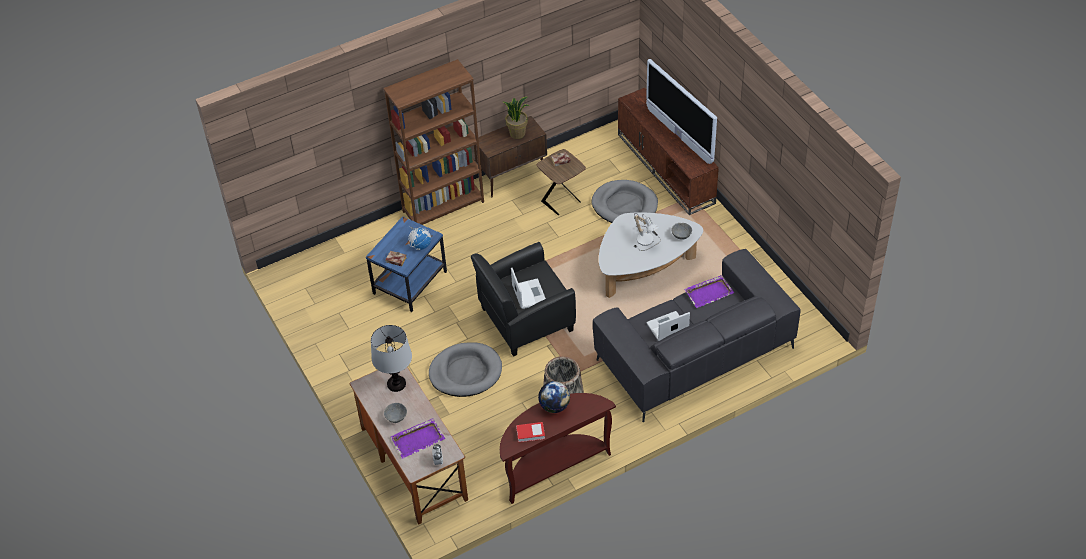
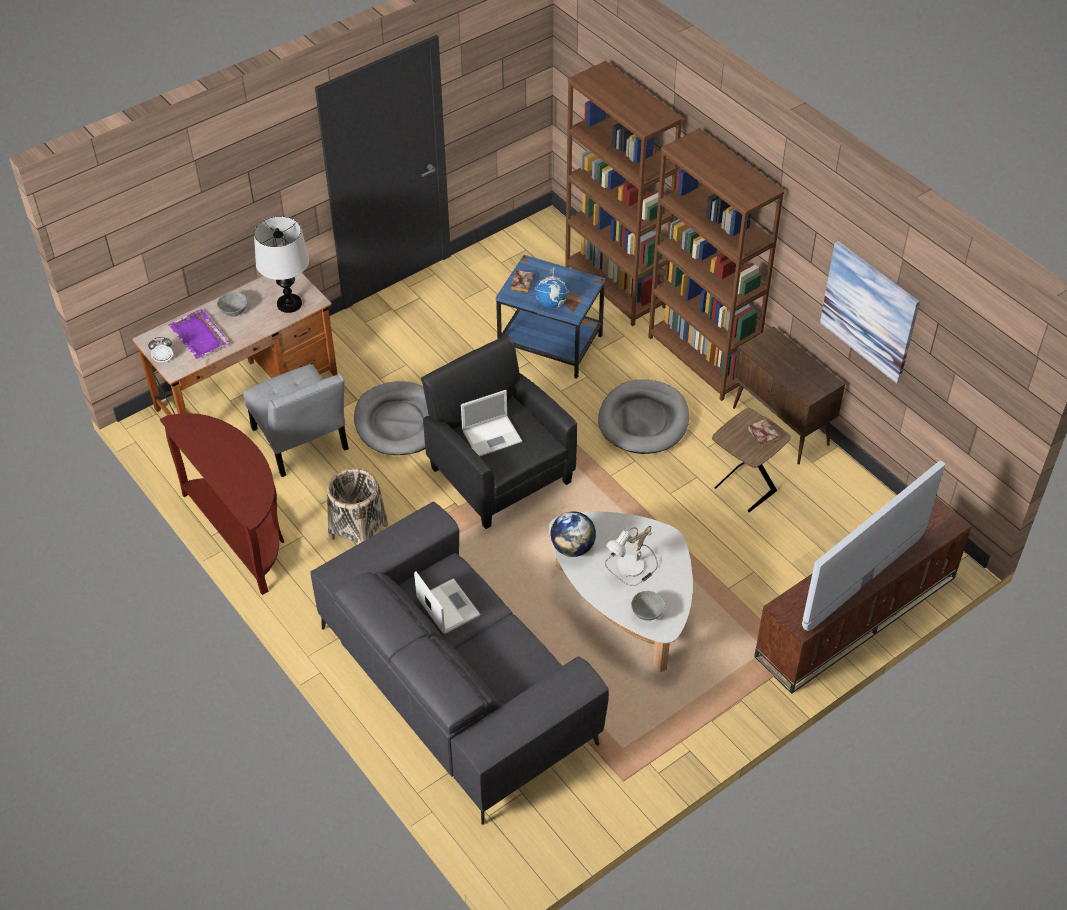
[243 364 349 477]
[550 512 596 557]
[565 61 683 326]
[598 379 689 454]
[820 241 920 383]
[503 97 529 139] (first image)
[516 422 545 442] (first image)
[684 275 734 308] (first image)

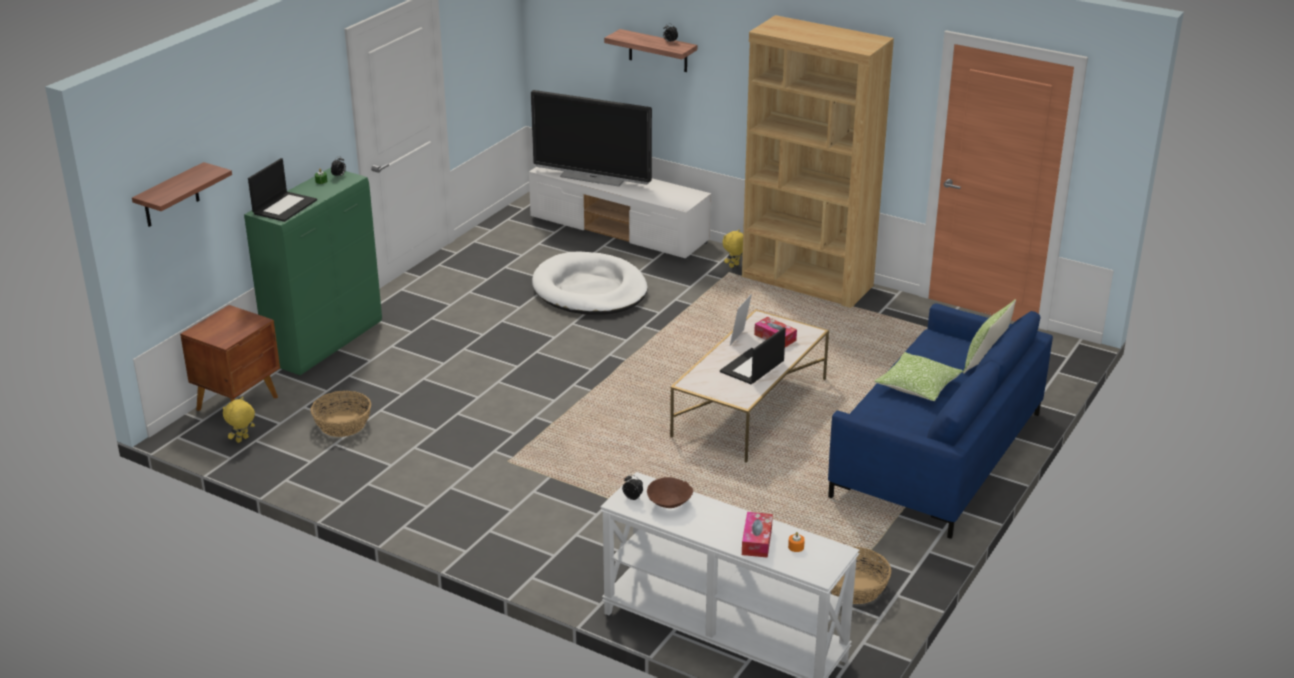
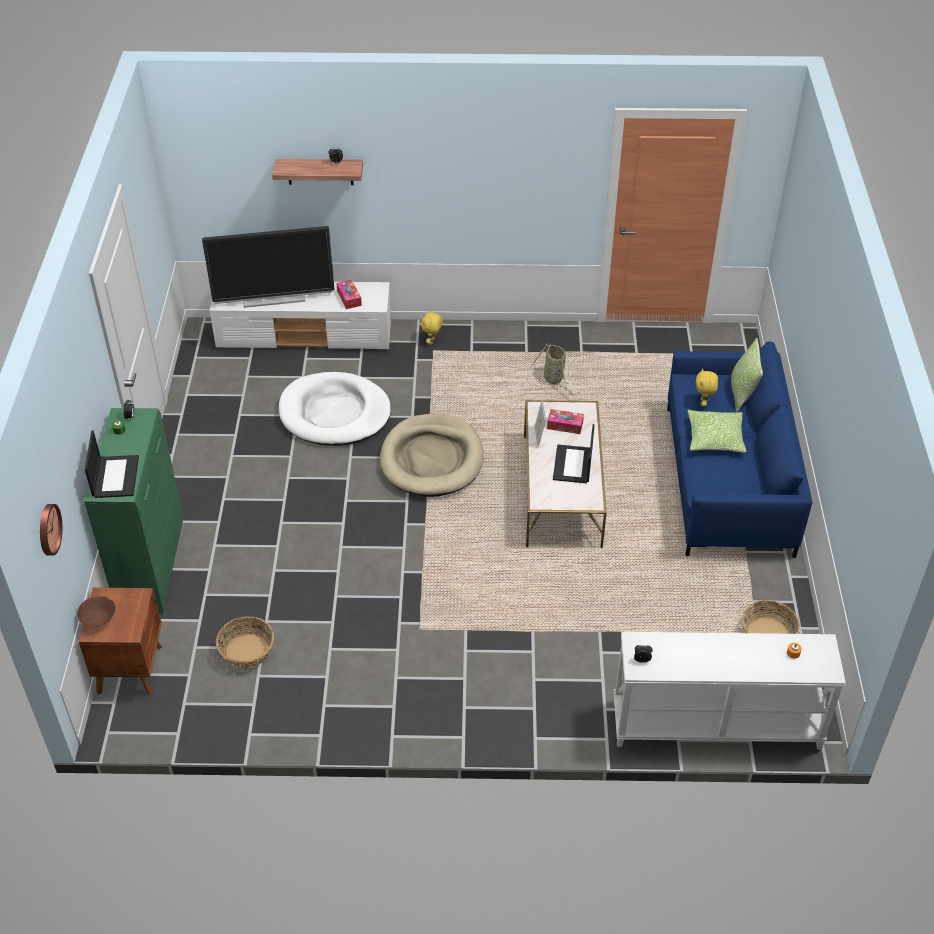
[40 504 62 556]
[77 596 116 627]
[336 280 362 309]
[380 414 484 497]
[531 344 574 395]
[696 368 718 406]
[742 15 894 308] (first image)

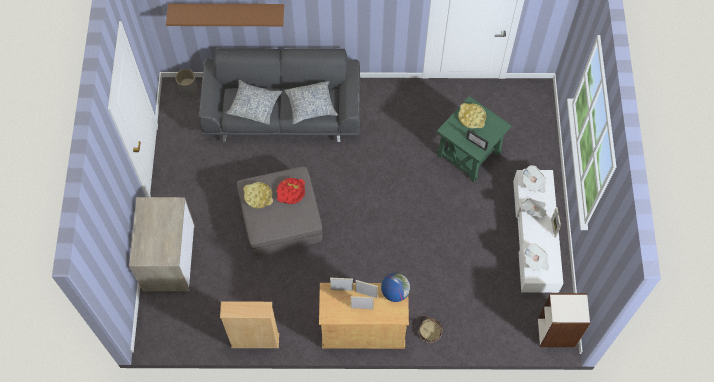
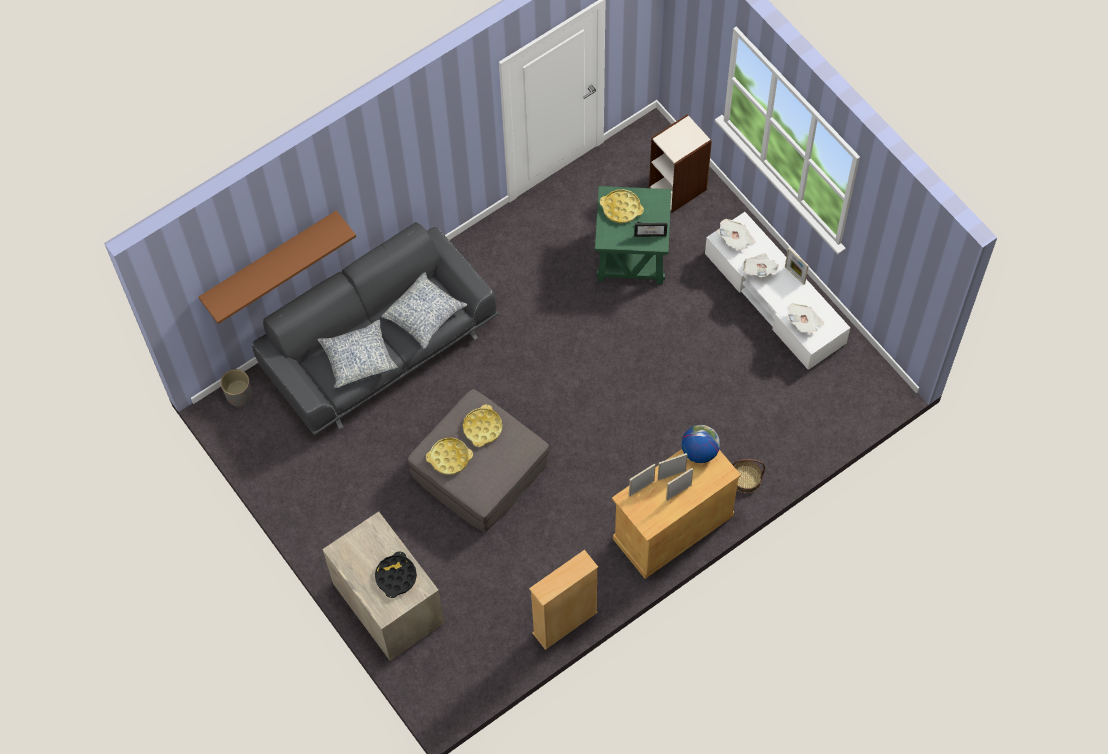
[375 551 417 598]
[463 405 502 447]
[649 114 712 213]

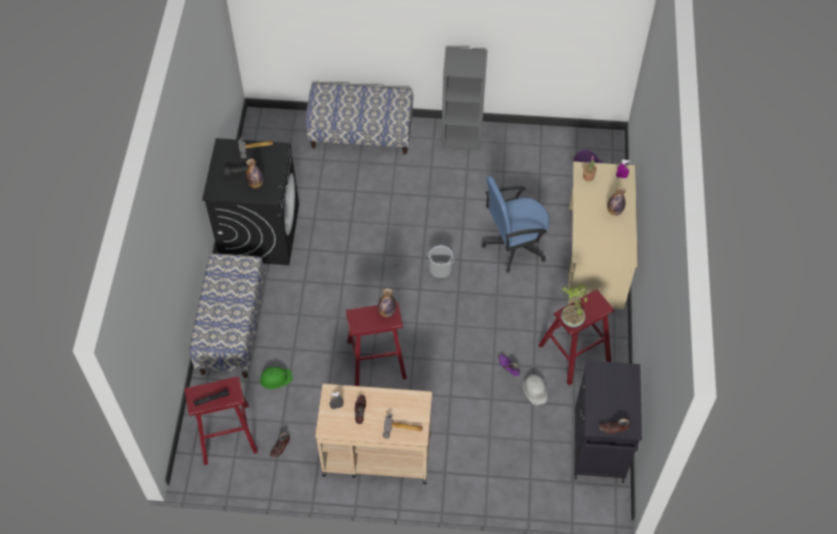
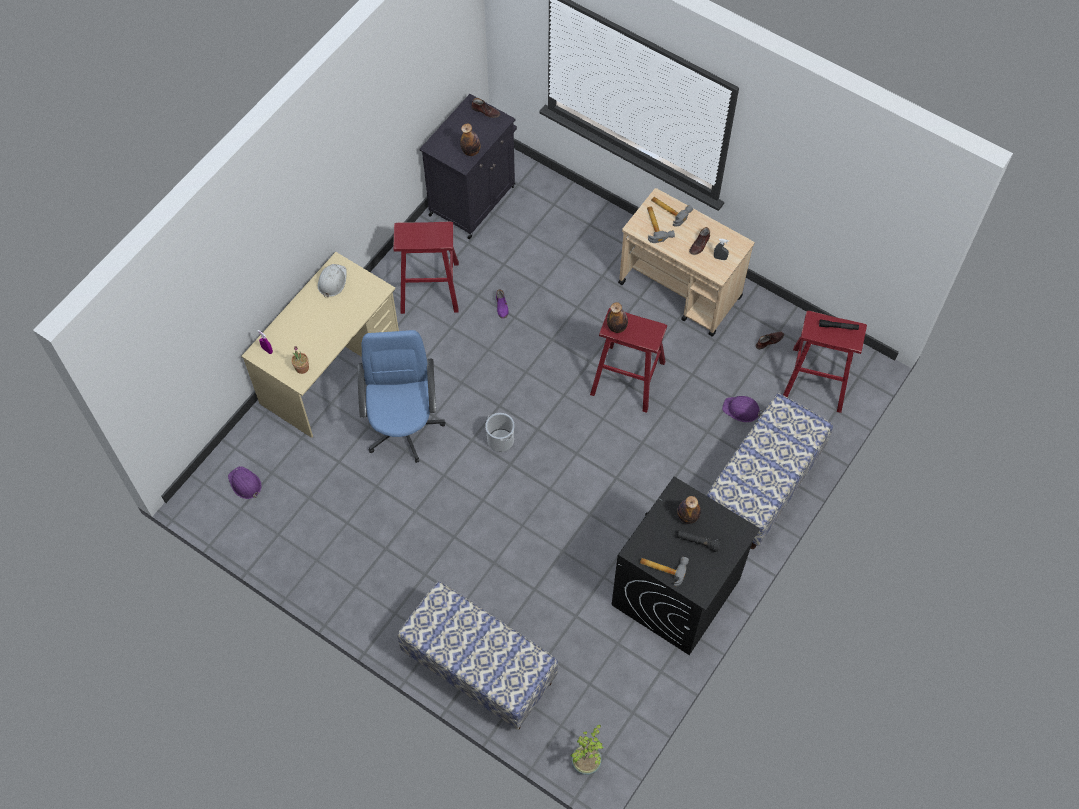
[318 264 347 298]
[357 330 446 463]
[460 124 481 156]
[570 725 604 775]
[647 207 675 243]
[722 396 763 423]
[441 47 487 150] (first image)

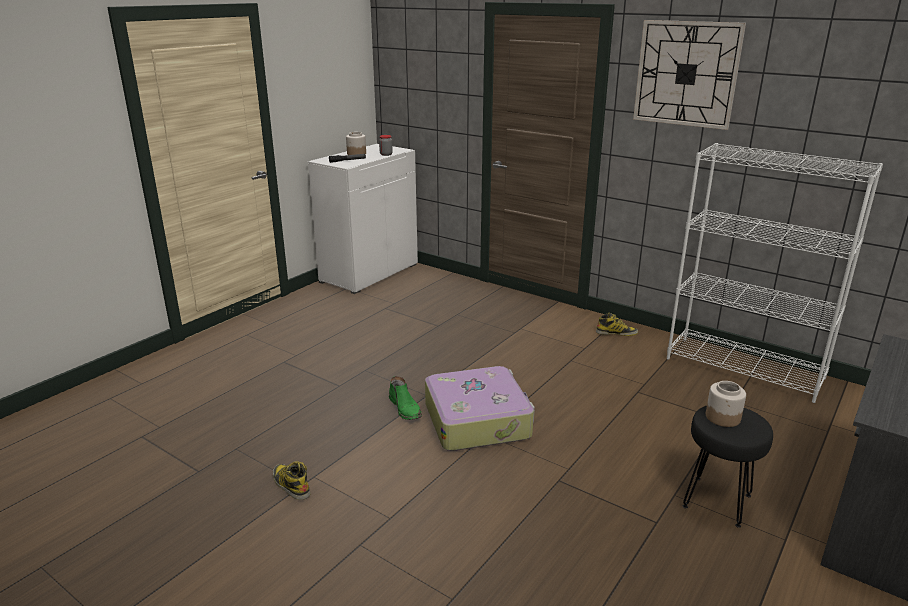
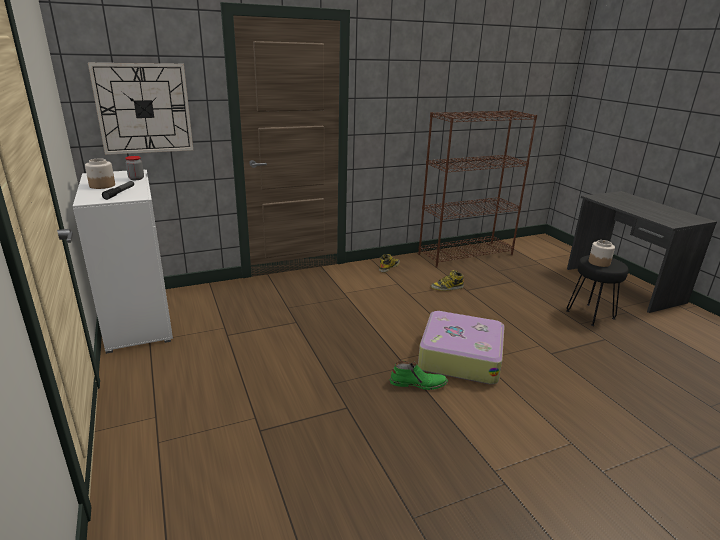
[88 63 193 155]
[418 110 537 268]
[431 270 464 291]

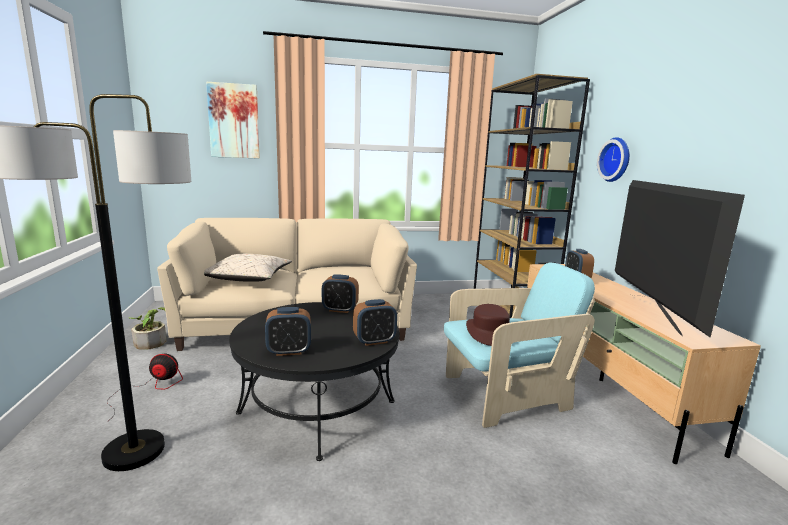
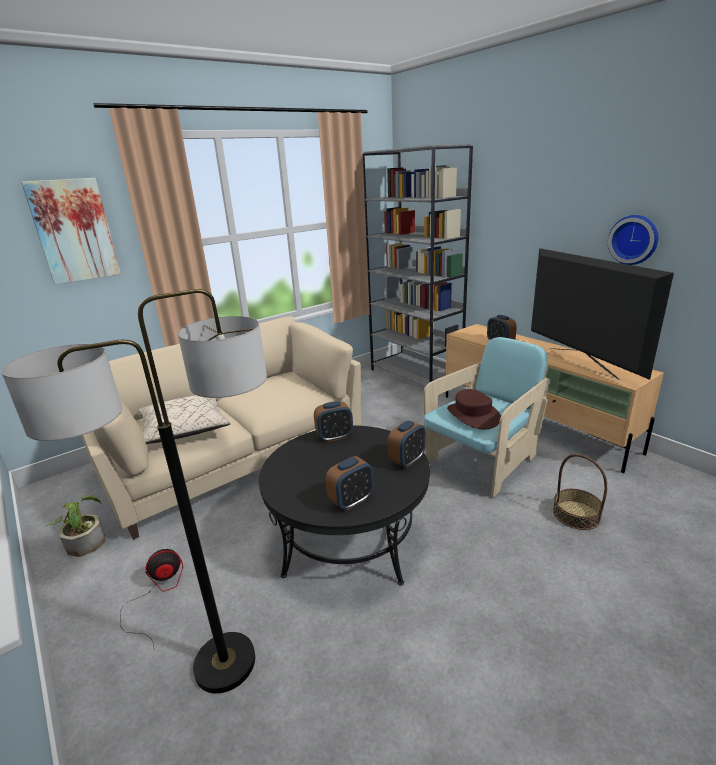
[362 144 473 386]
[553 454 607 530]
[608 215 659 265]

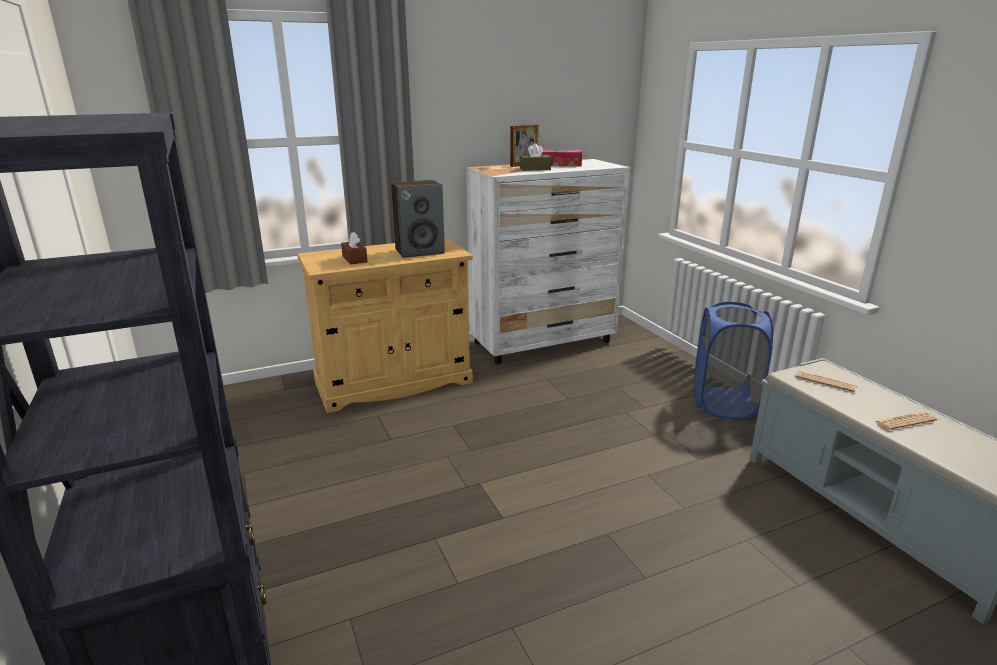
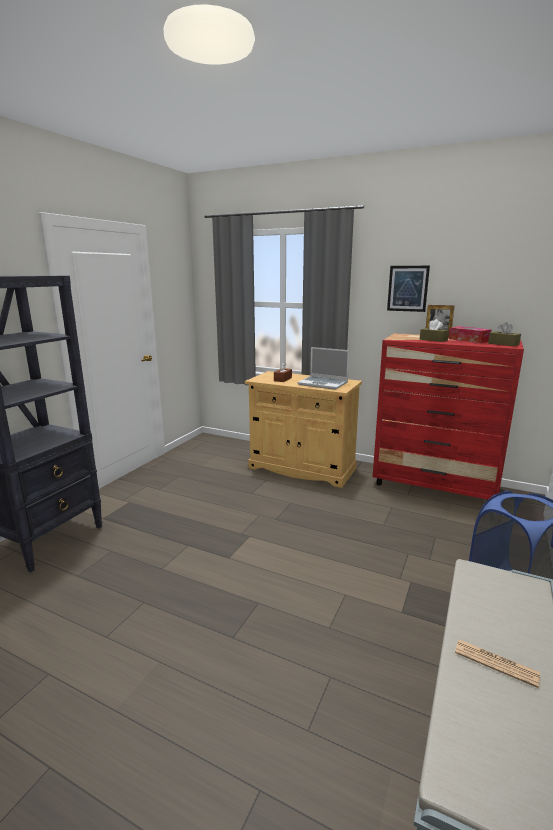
[298 347 349 390]
[373 333 524 500]
[387 266 430 312]
[488 322 521 347]
[795 371 857 392] (first image)

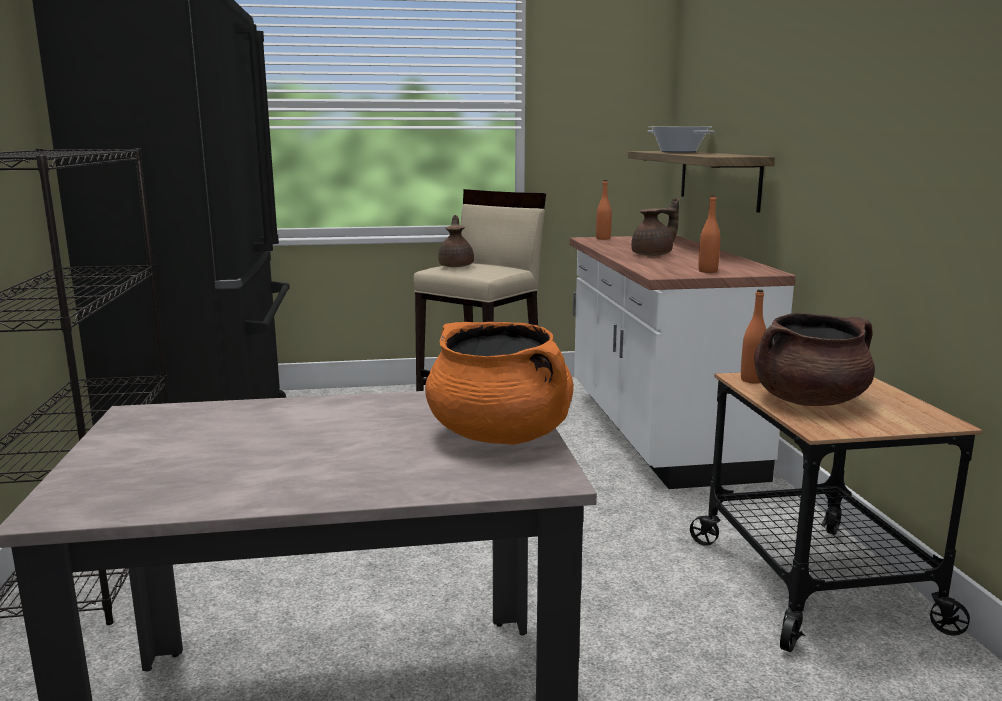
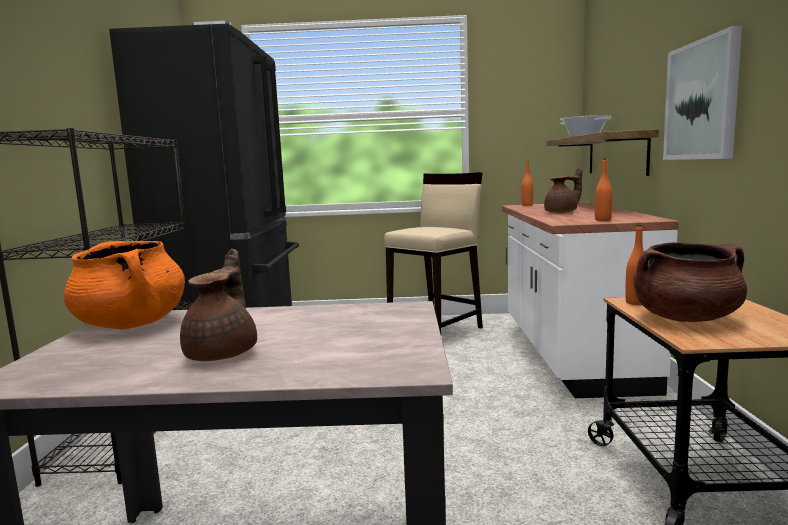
[64 241 185 330]
[180 249 257 361]
[663 26 742 160]

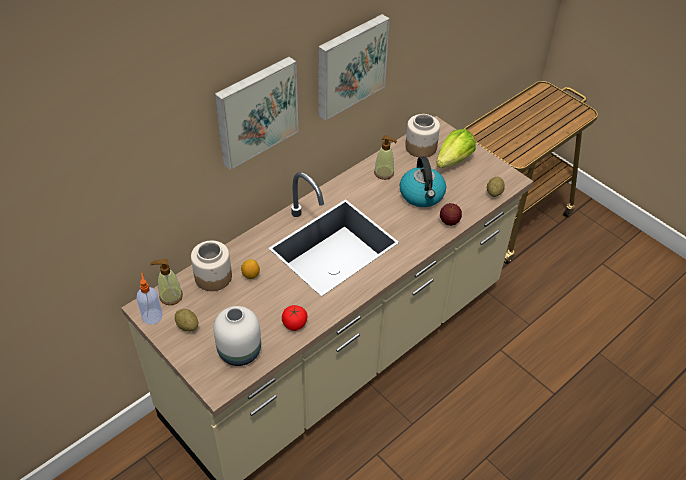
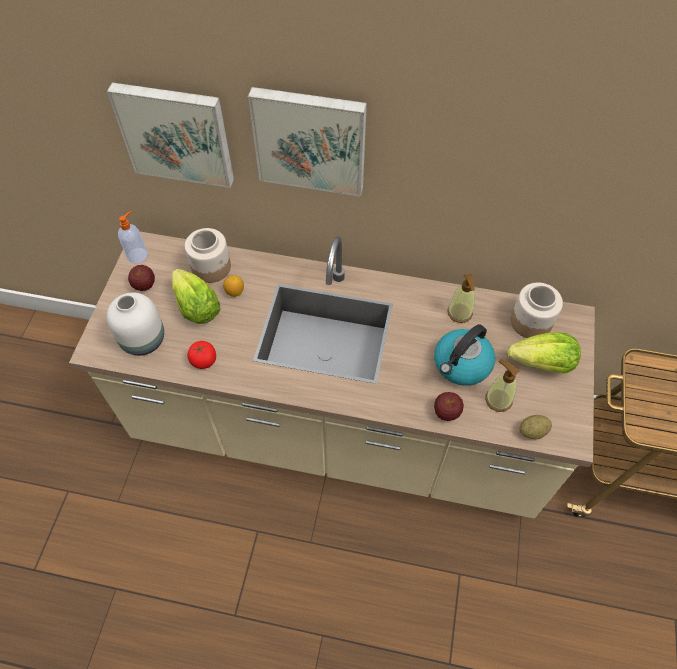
[107 82 234 188]
[128 265 155 291]
[171 269 221 324]
[485 360 519 412]

